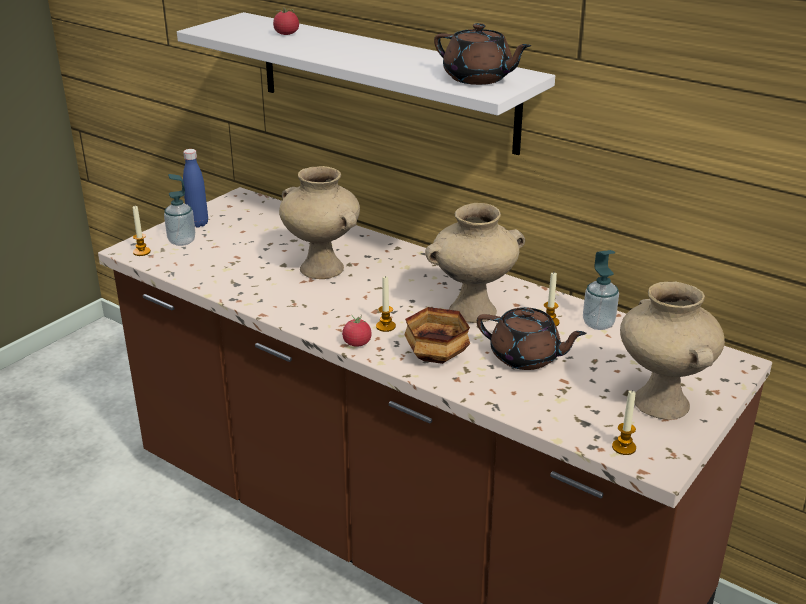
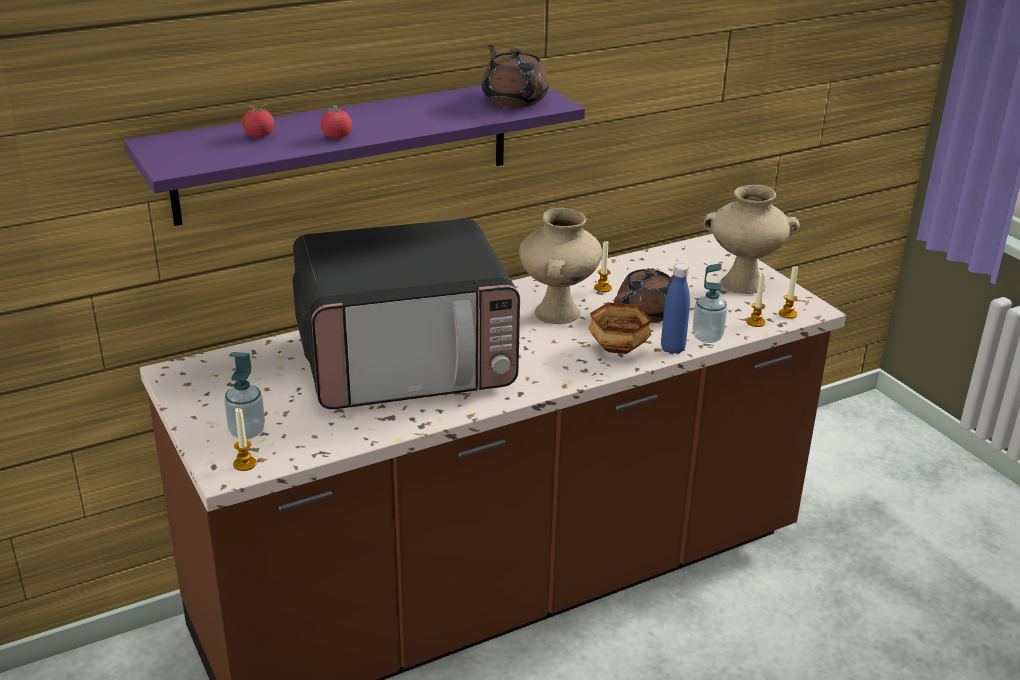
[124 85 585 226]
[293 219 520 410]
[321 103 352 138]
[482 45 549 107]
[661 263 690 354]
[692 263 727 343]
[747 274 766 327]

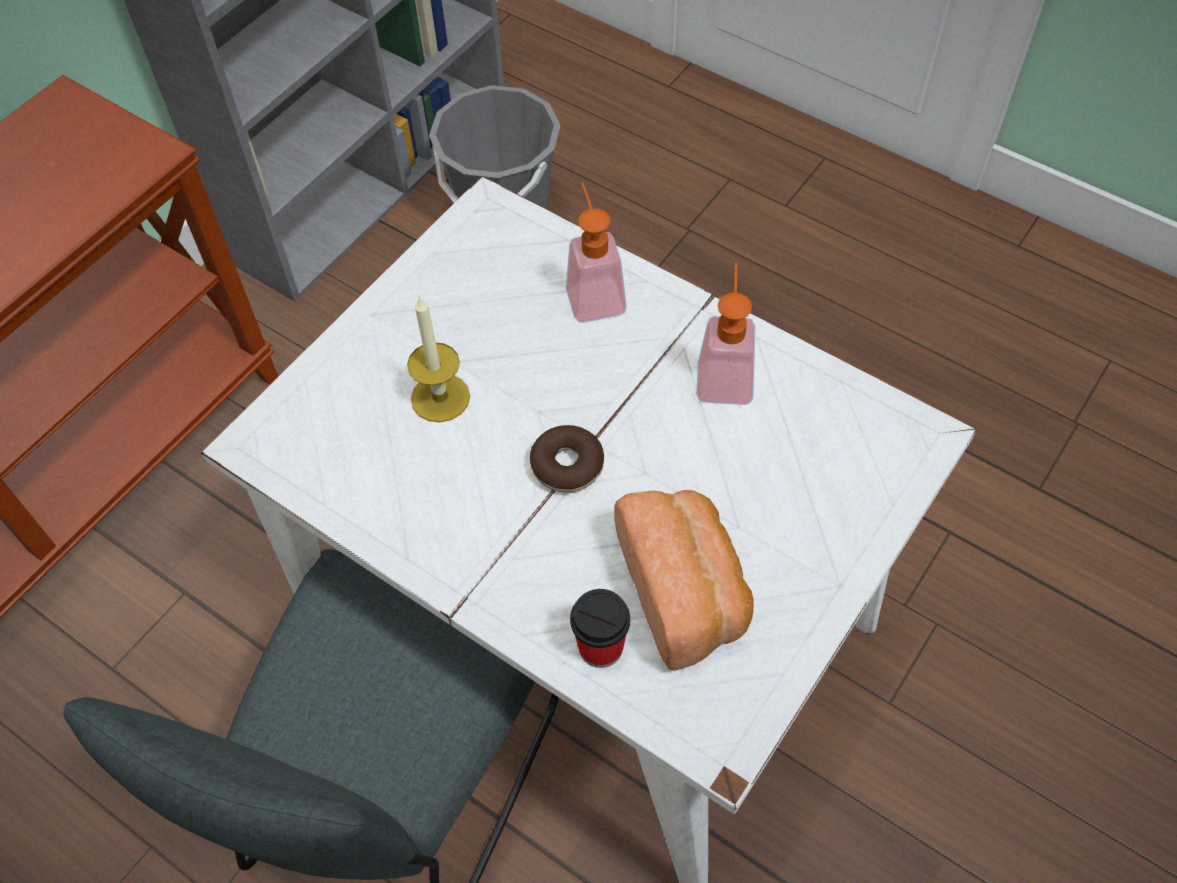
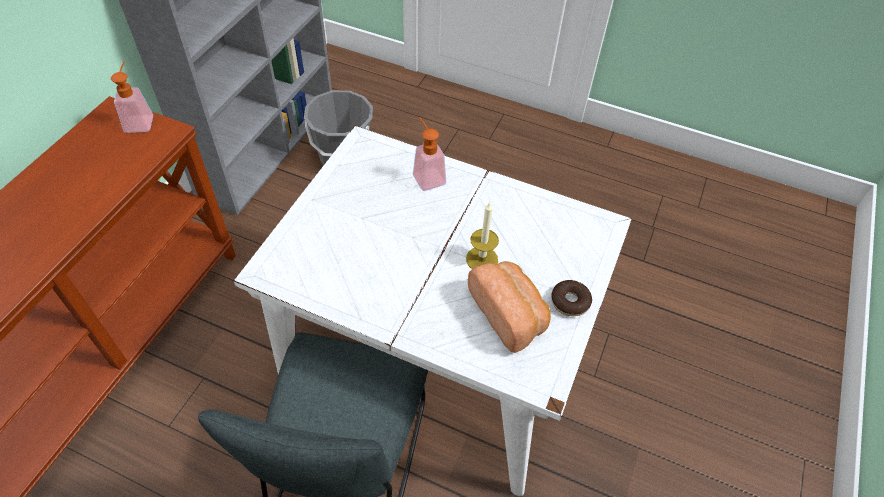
[111 61 153 133]
[466 202 499 269]
[551 280 592 316]
[570 589 630 668] (first image)

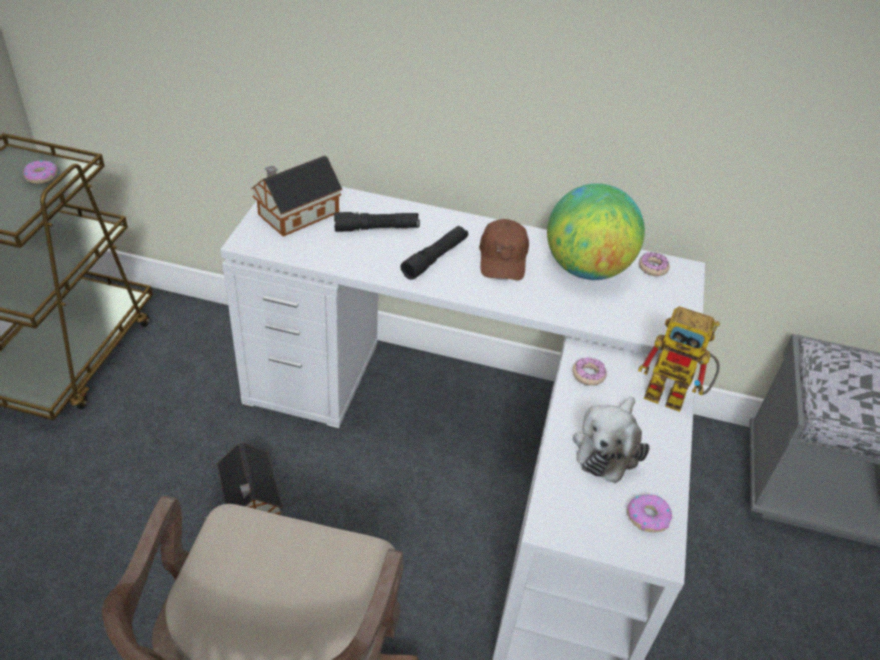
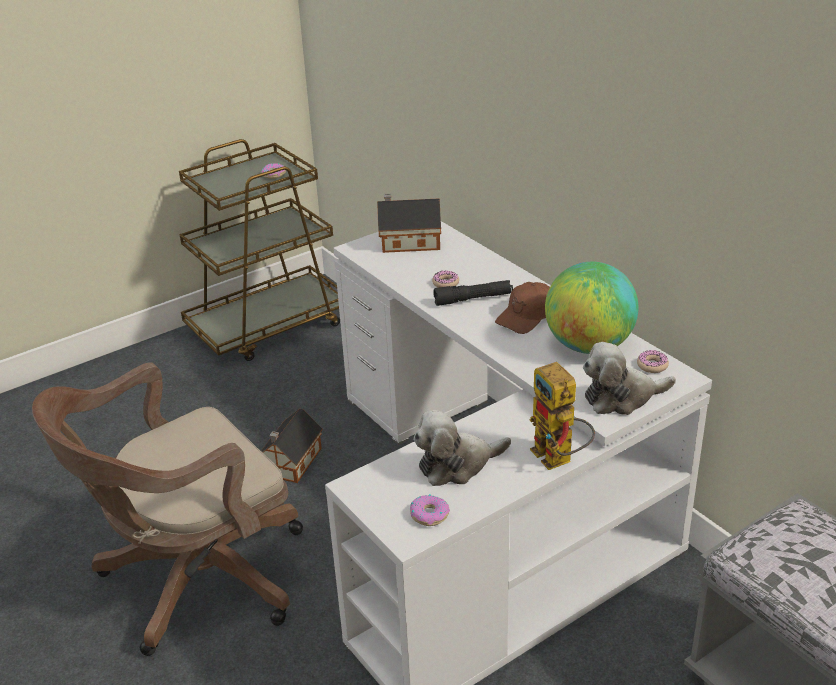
[432 270 459 288]
[583 342 676 415]
[334 212 420 232] (first image)

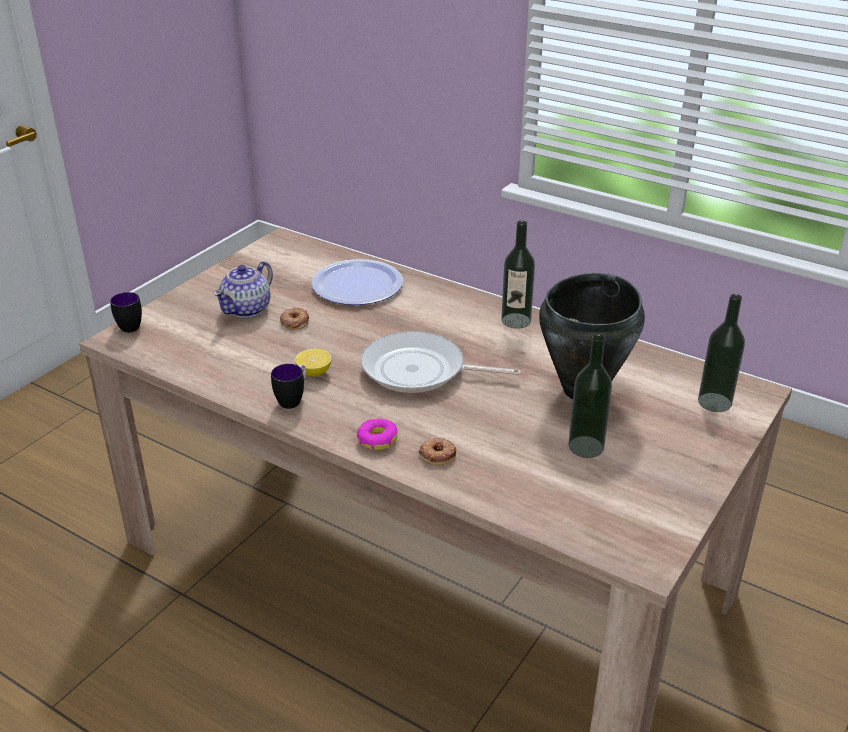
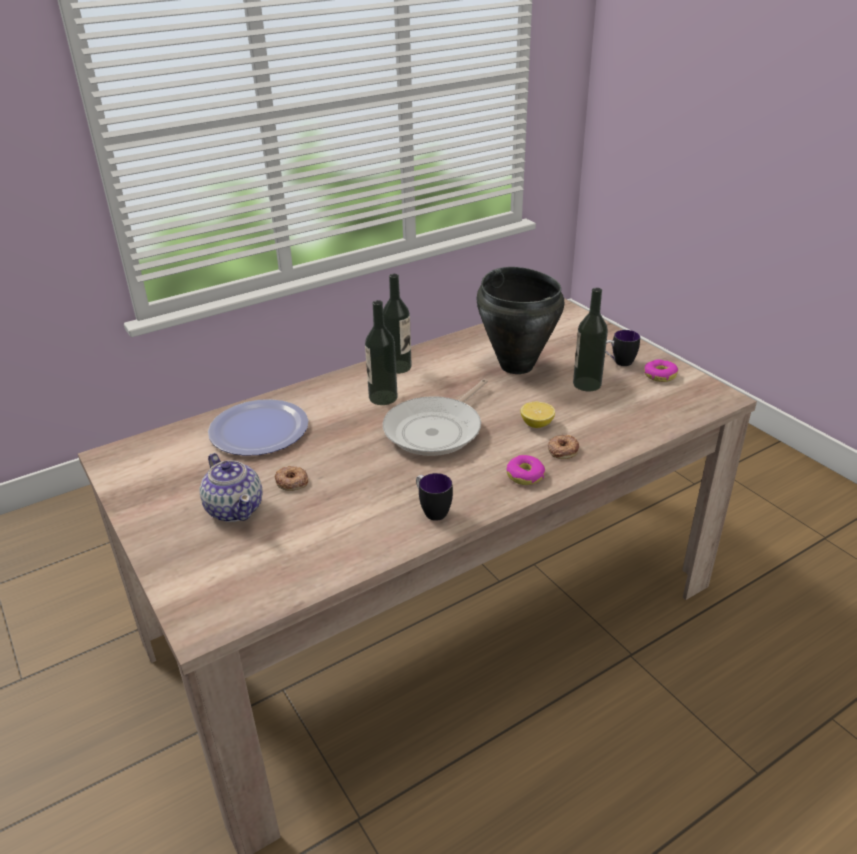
[365 300 397 405]
[521 402 555 428]
[605 330 640 366]
[644 359 678 382]

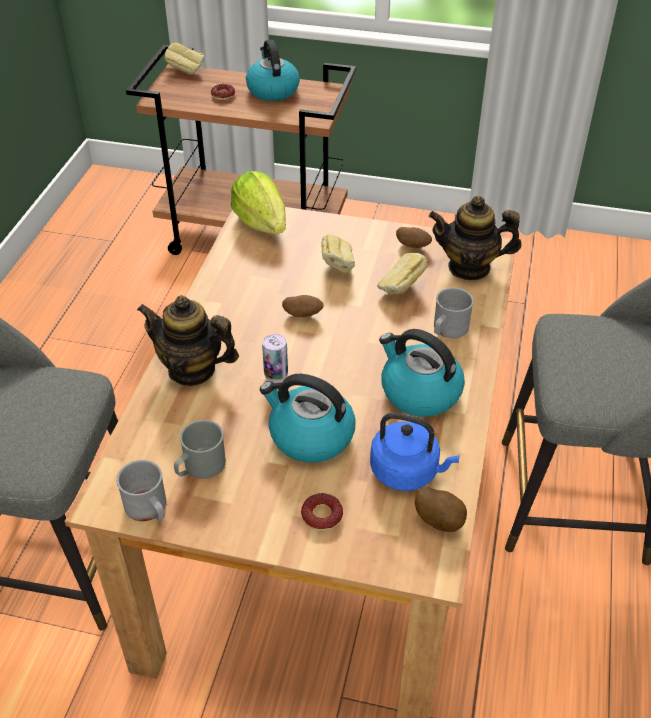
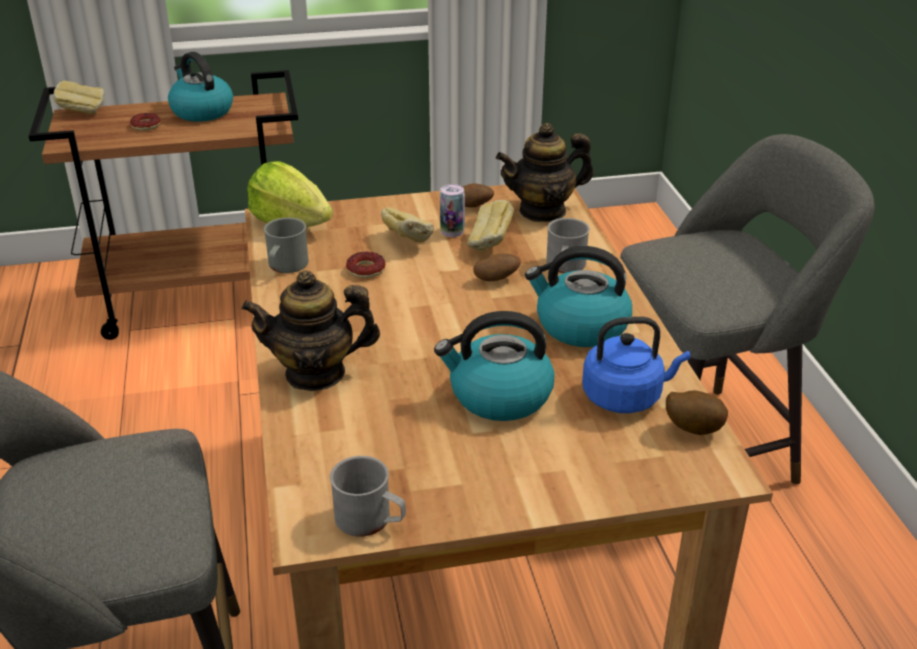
[264 217 308 273]
[346 252 385 278]
[440 184 465 237]
[473 254 521 281]

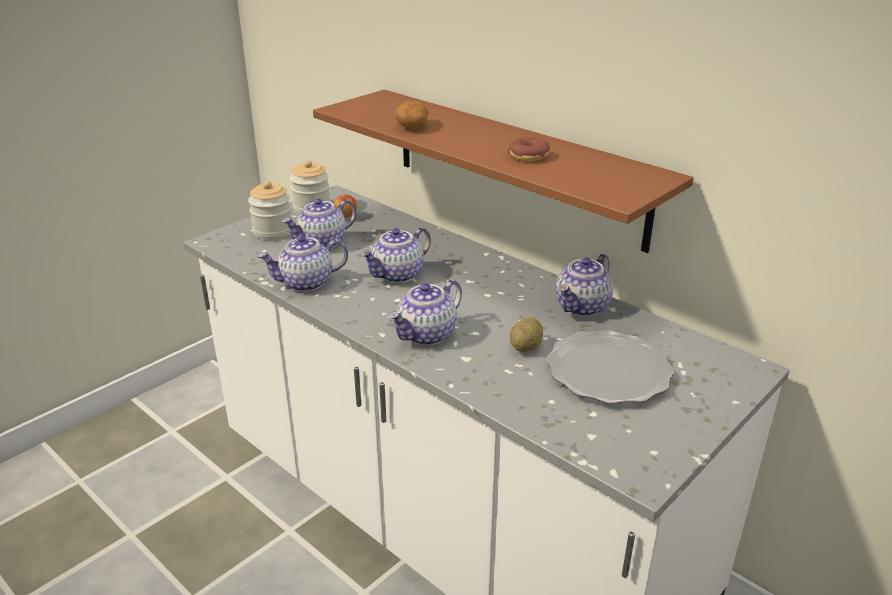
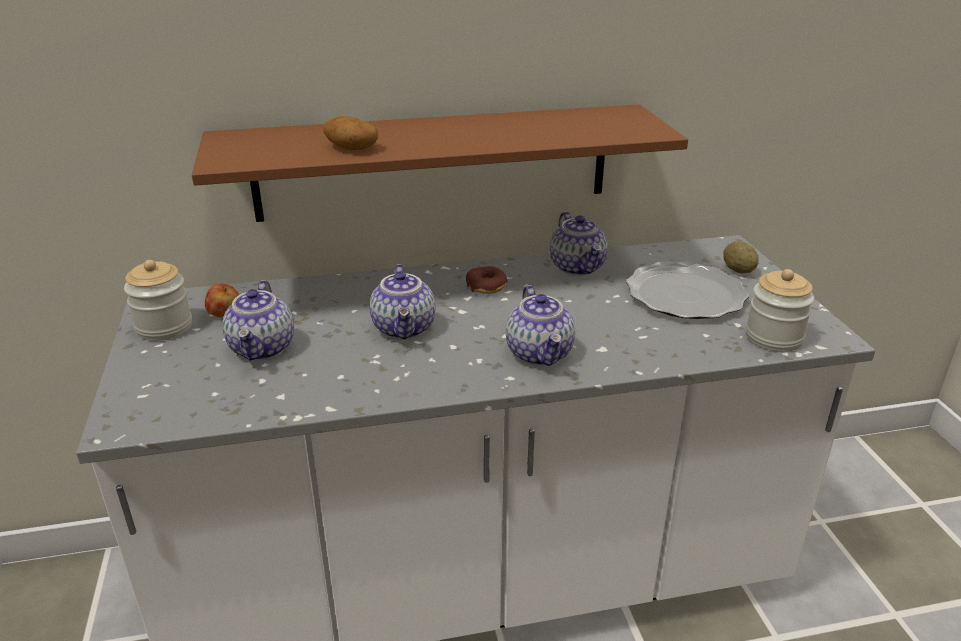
[466 266 508 294]
[723 241 759 273]
[746 269 814 352]
[257 235 348 292] (first image)

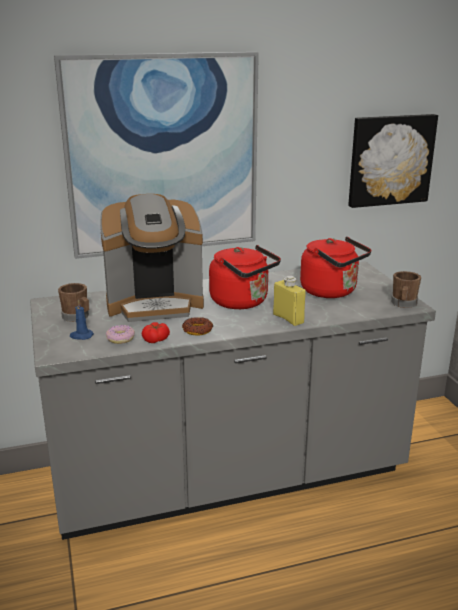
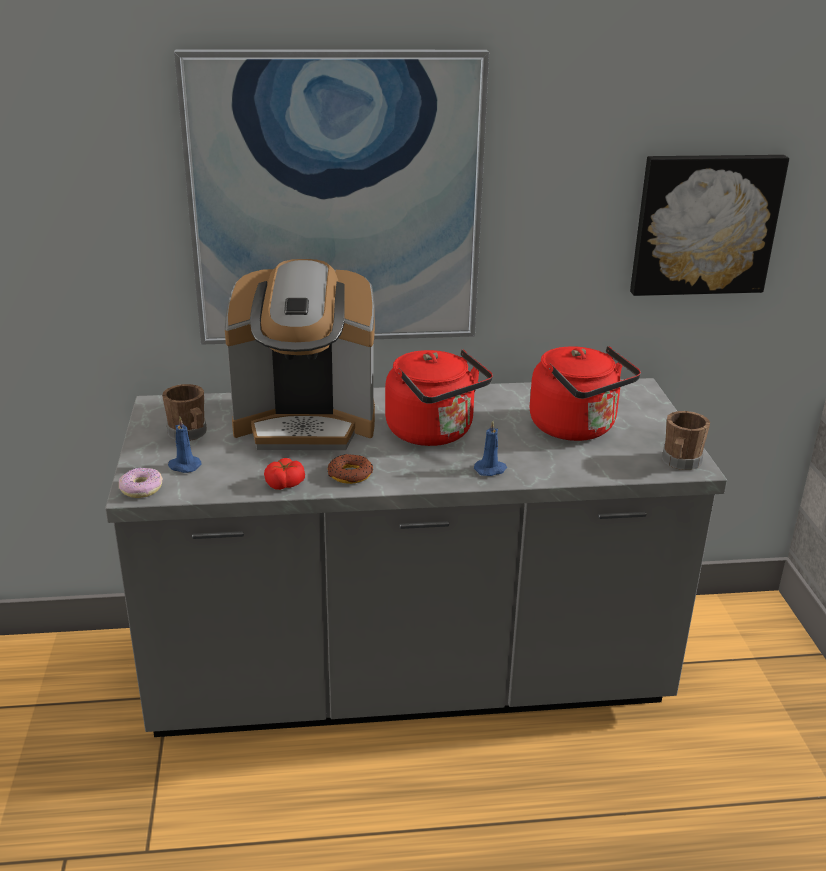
[119 468 163 498]
[474 421 507 476]

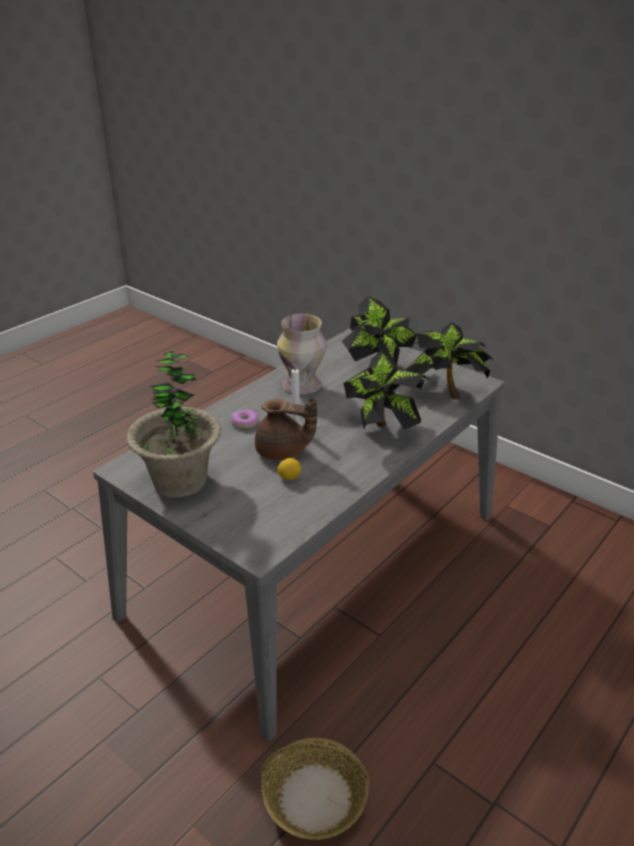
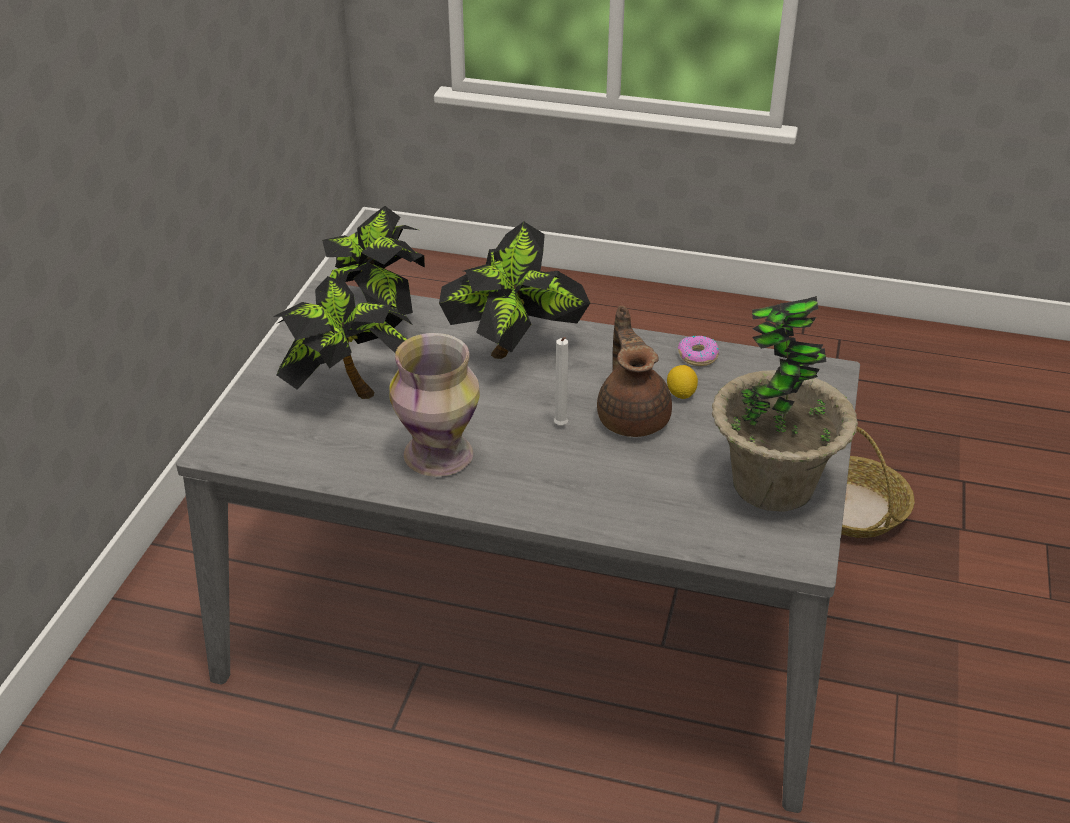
[678 336 719 366]

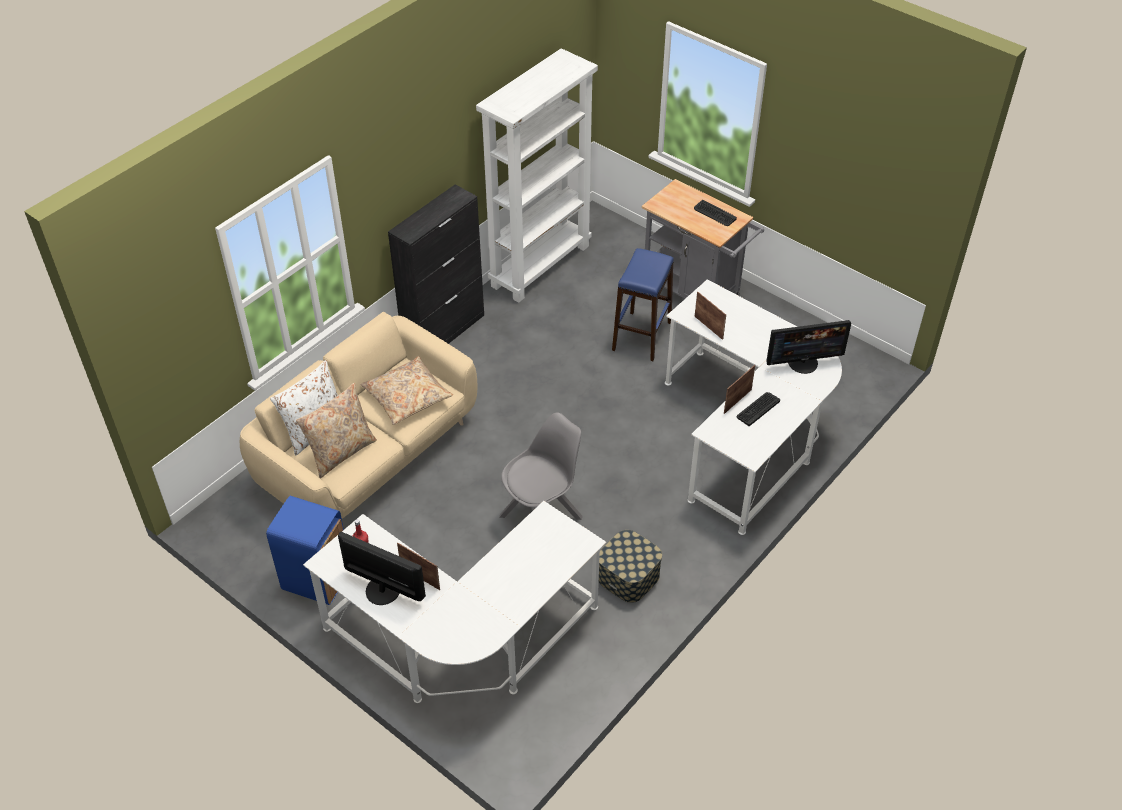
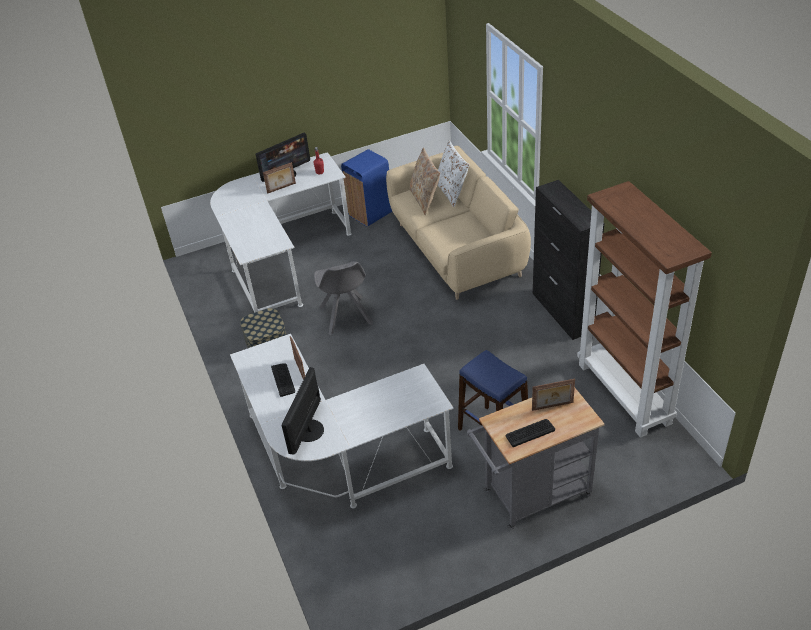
[532 379 575 411]
[577 181 712 438]
[361 356 453 425] (first image)

